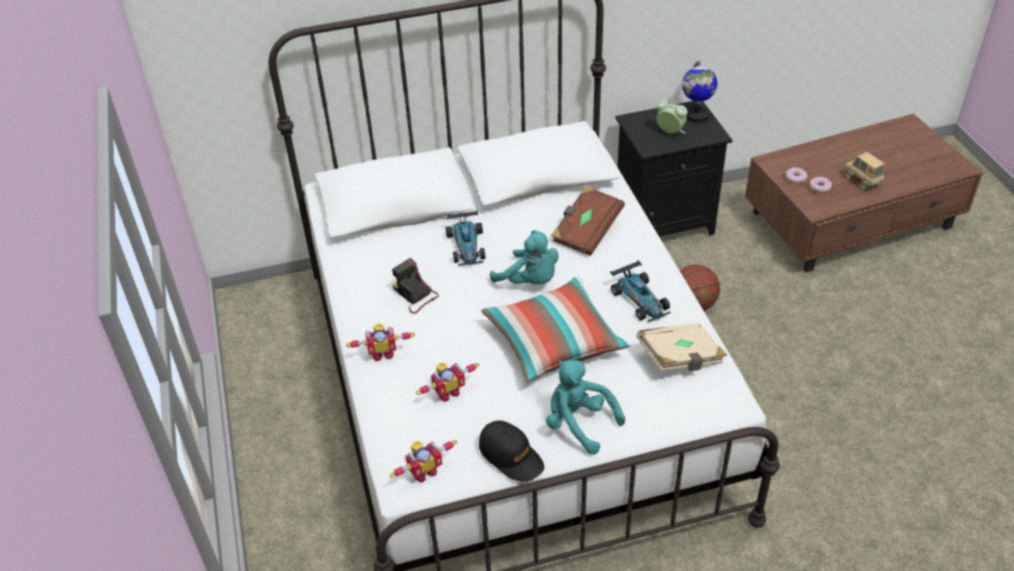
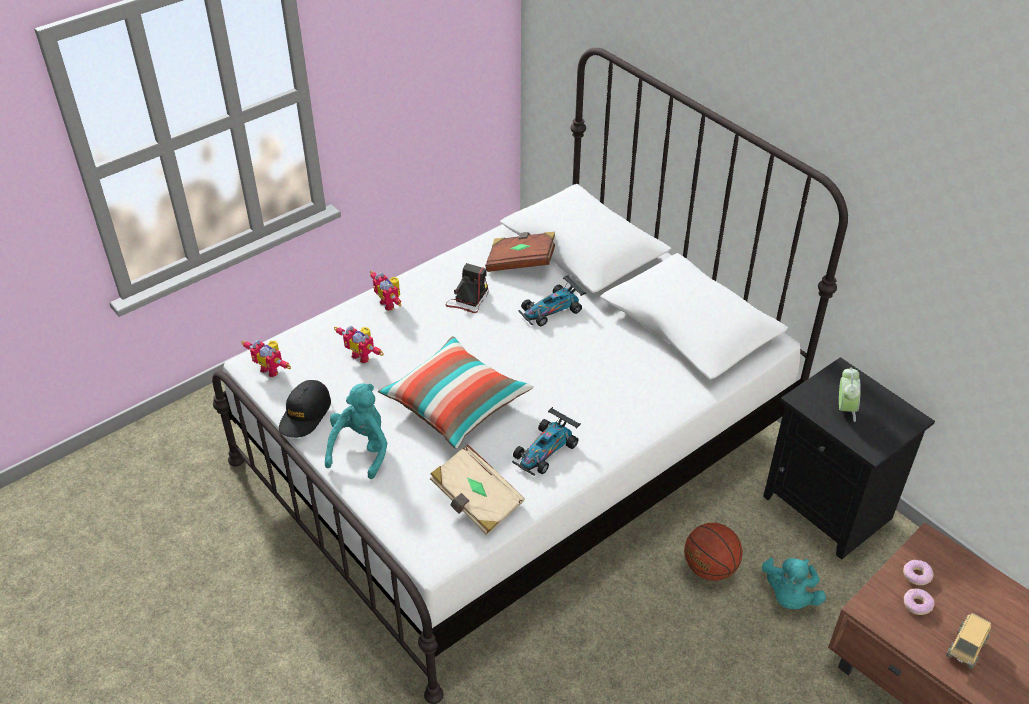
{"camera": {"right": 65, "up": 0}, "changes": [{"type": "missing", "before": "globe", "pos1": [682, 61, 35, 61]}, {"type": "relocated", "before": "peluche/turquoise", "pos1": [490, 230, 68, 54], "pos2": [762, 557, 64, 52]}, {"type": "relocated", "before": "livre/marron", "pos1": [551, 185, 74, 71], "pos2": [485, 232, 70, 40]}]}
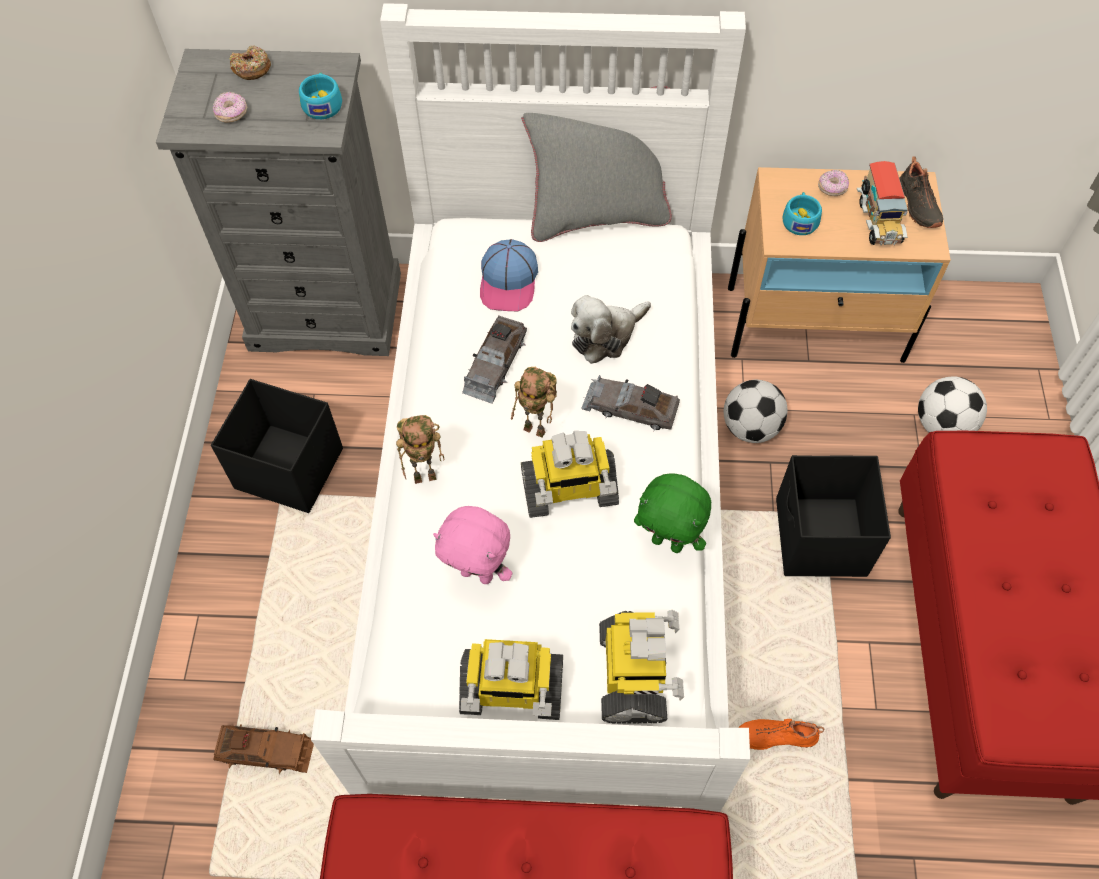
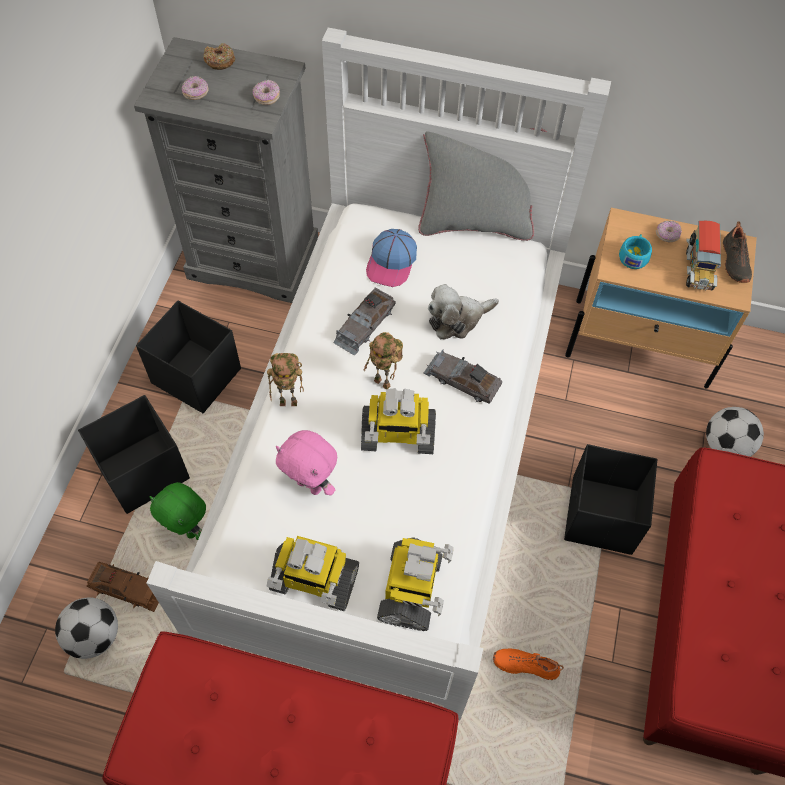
{"camera": {"right": 10, "up": 0}, "changes": [{"type": "appeared", "after": "boîte de rangement/noir", "pos2": [78, 395, 112, 119]}, {"type": "relocated", "before": "peluche/vert", "pos1": [634, 473, 77, 80], "pos2": [149, 482, 57, 58]}, {"type": "relocated", "before": "ballon de foot", "pos1": [724, 380, 63, 63], "pos2": [55, 597, 63, 62]}, {"type": "exchanged", "before": "tasse/turquoise", "after": "beignet", "pos1": [299, 72, 43, 47], "pos2": [253, 80, 27, 25]}]}
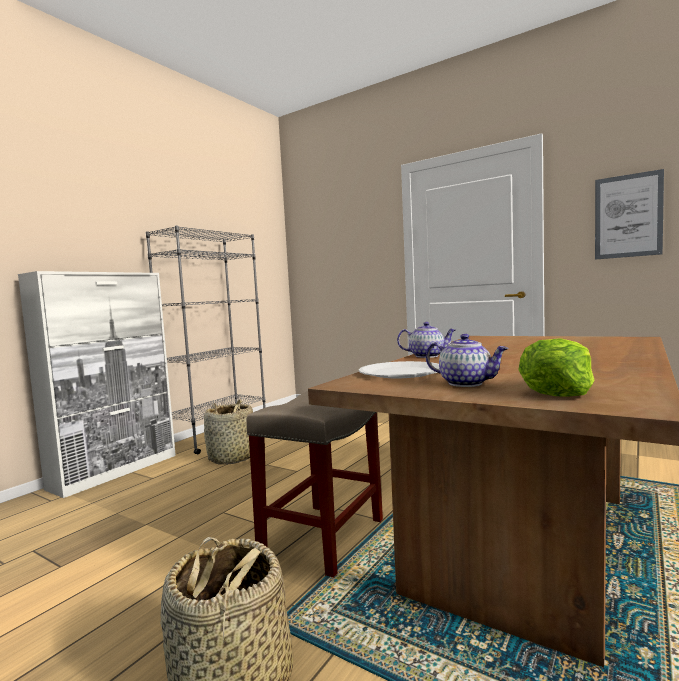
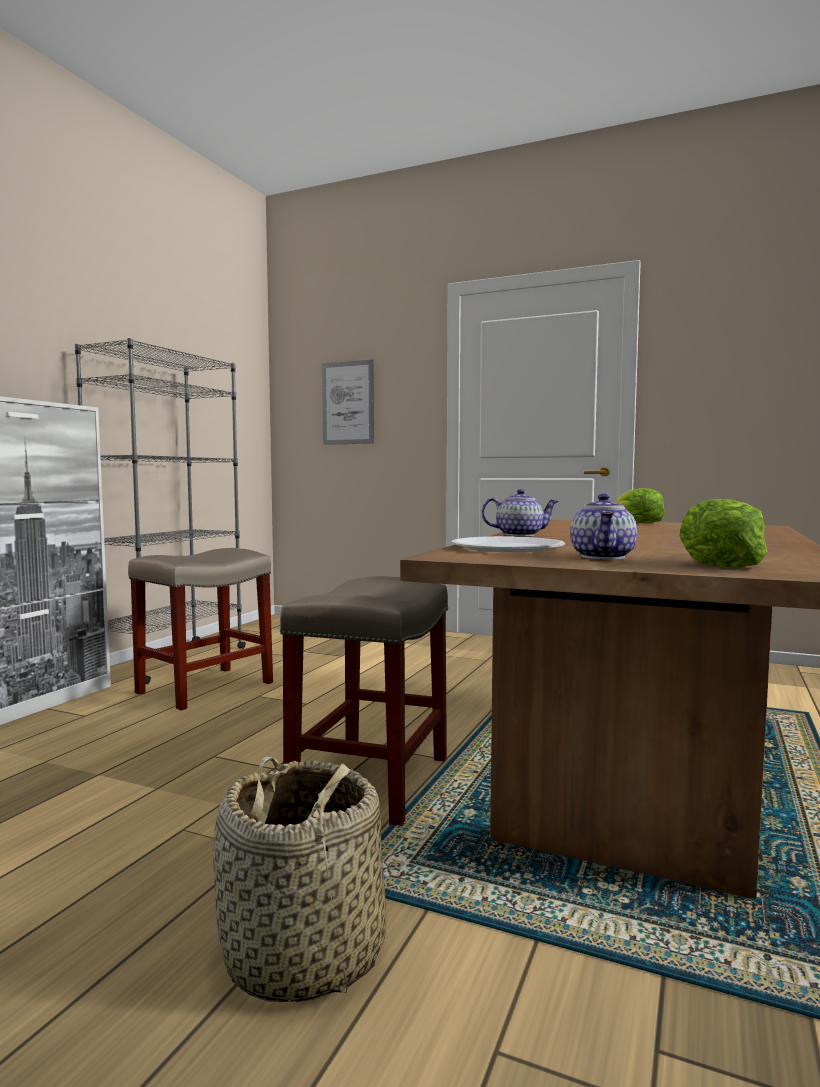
{"camera": {"right": -10, "up": 0}, "changes": [{"type": "appeared", "after": "laitue", "pos2": [616, 488, 49, 35]}, {"type": "relocated", "before": "tableau", "pos1": [595, 169, 69, 91], "pos2": [322, 359, 52, 86]}, {"type": "exchanged", "before": "panier", "after": "tabouret/beige", "pos1": [204, 399, 49, 66], "pos2": [128, 548, 145, 162]}, {"type": "spun", "before": "théière", "pos1": [426, 334, 83, 53], "pos2": [570, 494, 67, 66], "turn": 75}]}
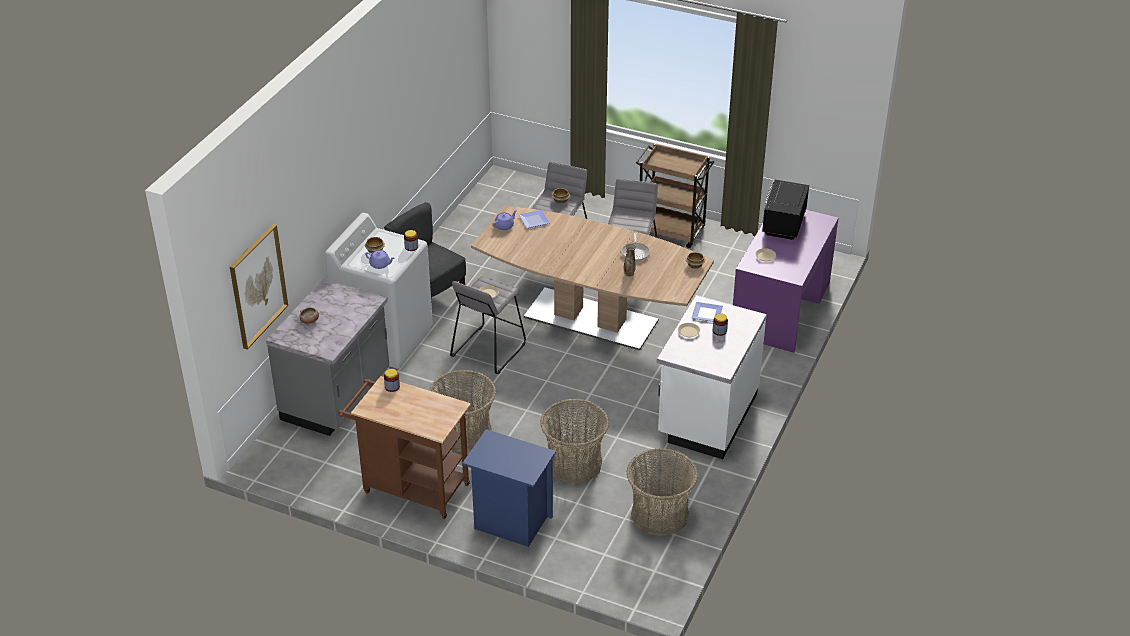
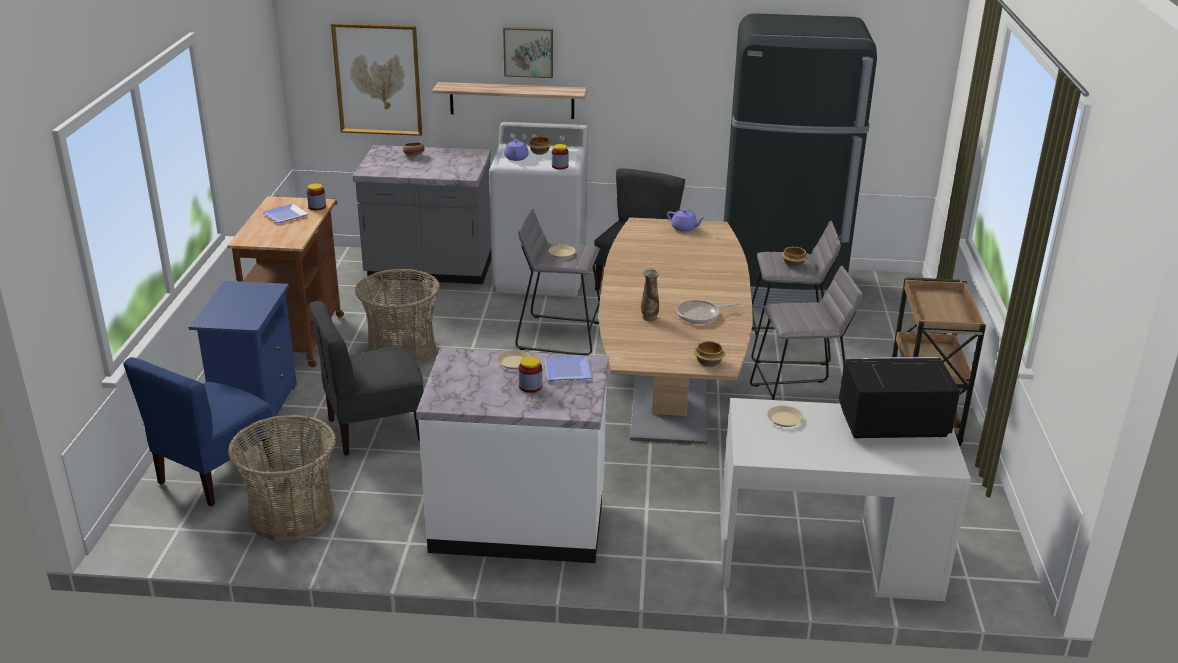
{"camera": {"right": 70, "up": -10}, "changes": [{"type": "appeared", "after": "chaise/bleu", "pos2": [123, 357, 153, 150]}, {"type": "appeared", "after": "étagère", "pos2": [432, 82, 155, 37]}, {"type": "appeared", "after": "tableau", "pos2": [503, 27, 50, 51]}, {"type": "appeared", "after": "réfrigérateur/noir", "pos2": [724, 13, 153, 295]}, {"type": "relocated", "before": "assiette", "pos1": [519, 210, 31, 18], "pos2": [262, 204, 47, 19]}, {"type": "exchanged", "before": "panier", "after": "chaise/gris", "pos1": [540, 399, 69, 84], "pos2": [309, 301, 115, 155]}, {"type": "colour", "before": "bureau/violet", "after": "bureau/blanc", "pos1": [733, 210, 106, 143], "pos2": [720, 398, 251, 203]}]}
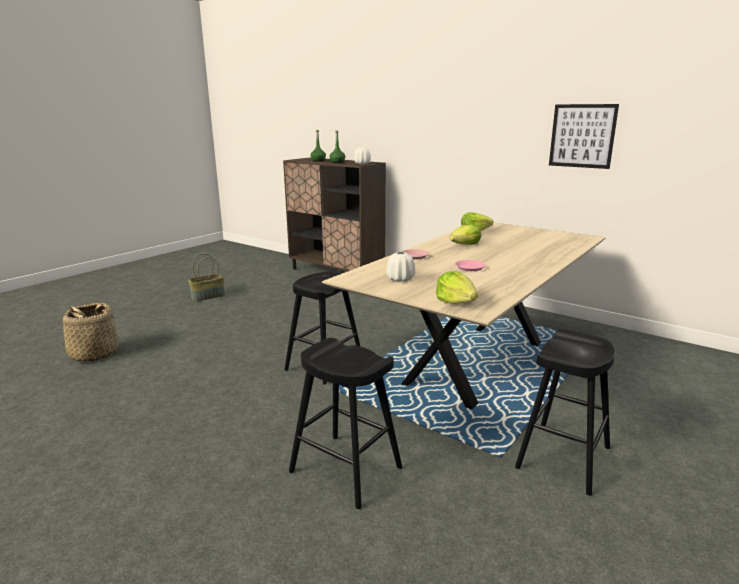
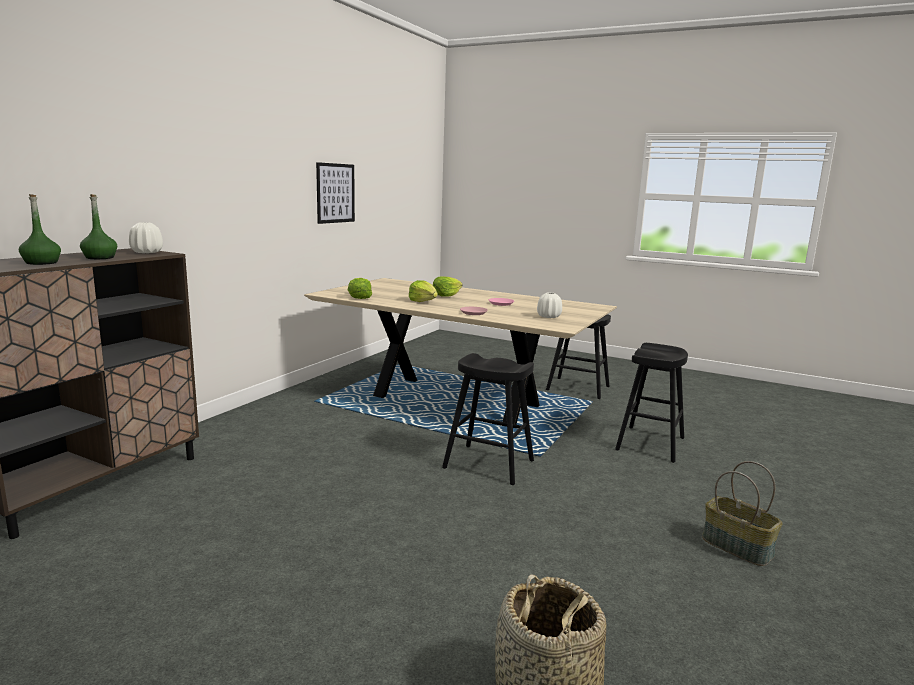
{"camera": {"right": -100, "up": -5}, "changes": [{"type": "relocated", "before": "panier", "pos1": [188, 254, 37, 47], "pos2": [702, 461, 80, 105]}, {"type": "relocated", "before": "laitue", "pos1": [436, 271, 42, 33], "pos2": [433, 276, 30, 21]}]}
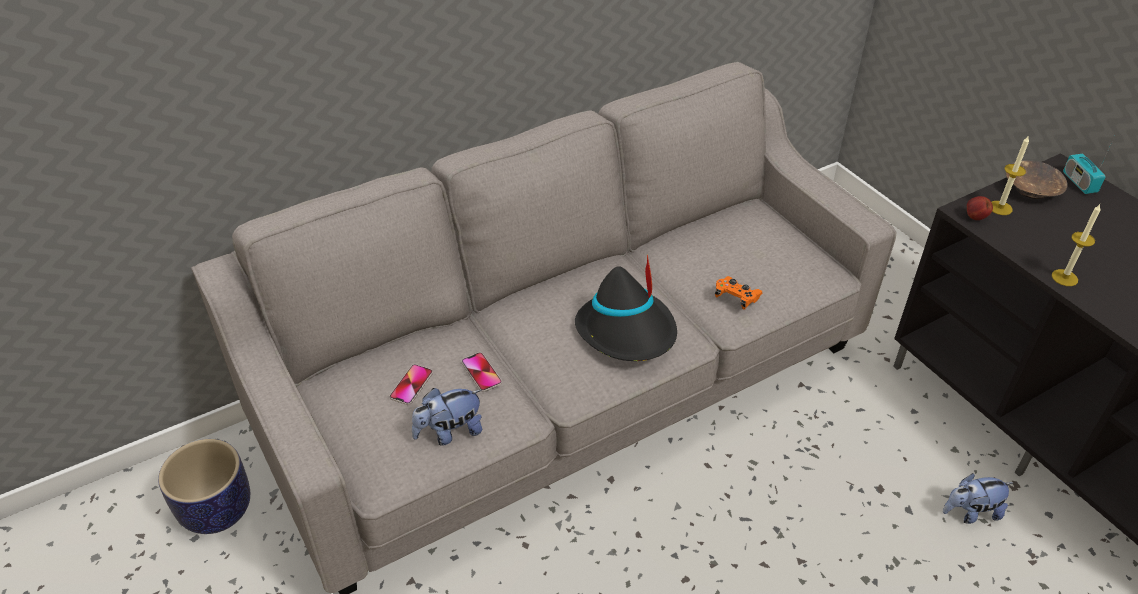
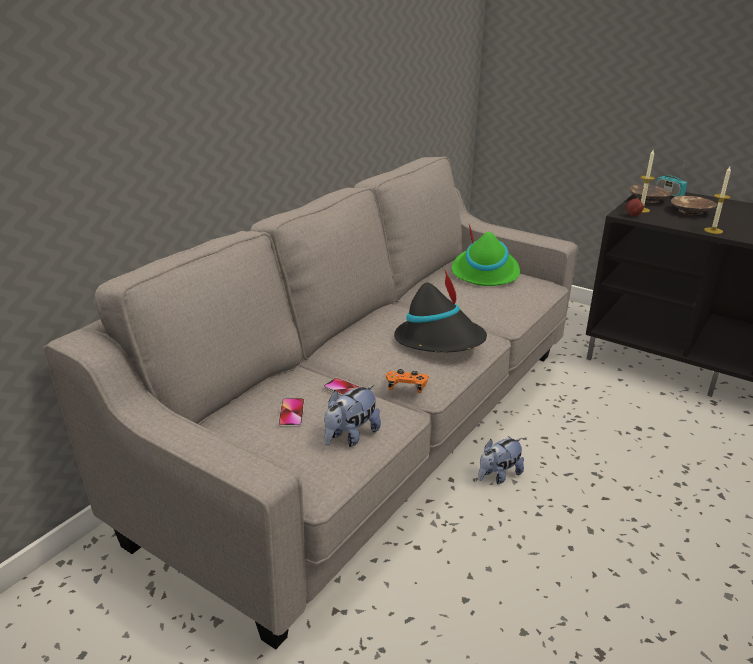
{"camera": {"right": -25, "up": -15}, "changes": [{"type": "missing", "before": "cache-pot", "pos1": [158, 439, 92, 95]}, {"type": "appeared", "after": "chapeau/vert", "pos2": [452, 225, 68, 61]}, {"type": "appeared", "after": "bol/marron", "pos2": [671, 196, 46, 20]}, {"type": "relocated", "before": "manette/orange", "pos1": [715, 276, 48, 34], "pos2": [386, 369, 43, 24]}, {"type": "relocated", "before": "peluche", "pos1": [943, 473, 71, 51], "pos2": [478, 438, 46, 46]}]}
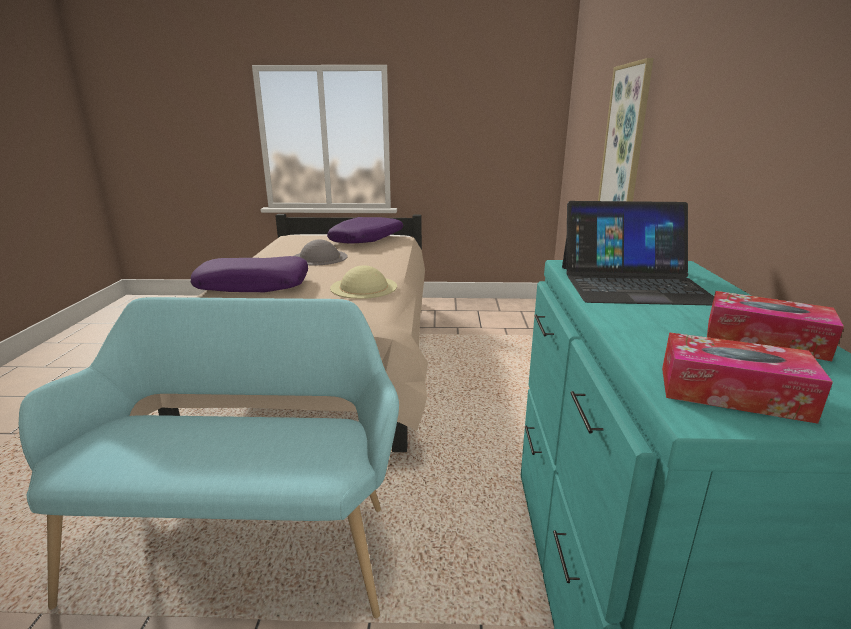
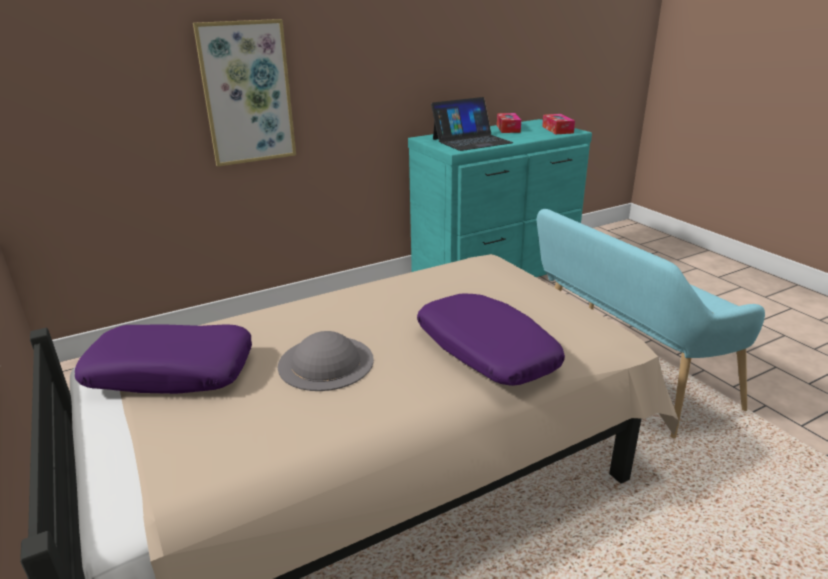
{"camera": {"right": -120, "up": 5}, "changes": [{"type": "missing", "before": "chapeau/beige", "pos1": [330, 265, 67, 34]}, {"type": "spun", "before": "ordinateur portable", "pos1": [562, 201, 152, 104], "pos2": [431, 97, 82, 54], "turn": 90}]}
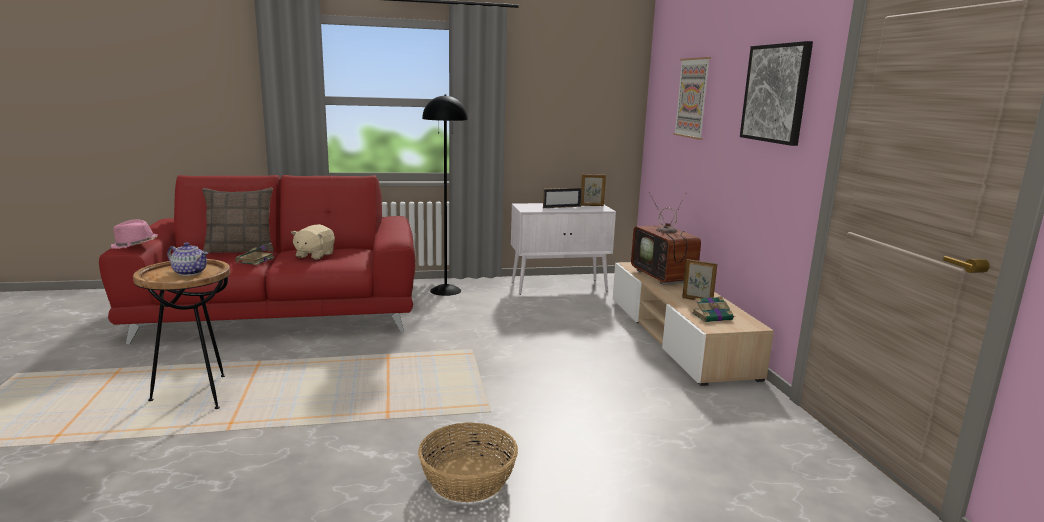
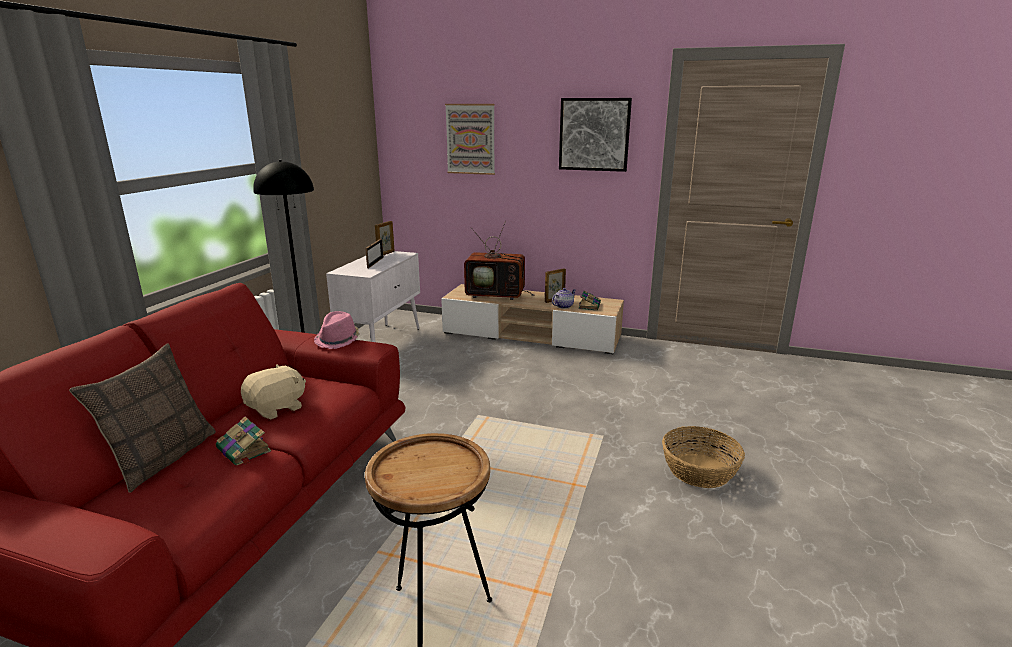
{"camera": {"right": -60, "up": 5}, "changes": [{"type": "relocated", "before": "chapeau/rose", "pos1": [111, 219, 47, 30], "pos2": [314, 311, 46, 38]}, {"type": "relocated", "before": "théière", "pos1": [167, 242, 41, 34], "pos2": [552, 288, 24, 21]}, {"type": "spun", "before": "peluche/beige", "pos1": [291, 224, 44, 36], "pos2": [241, 364, 65, 55], "turn": -90}]}
